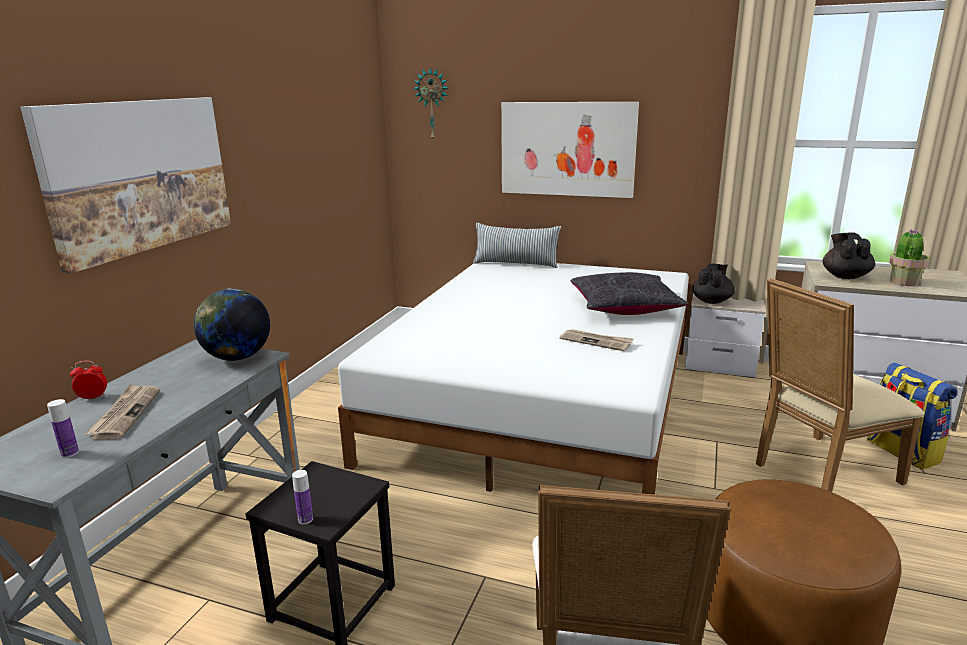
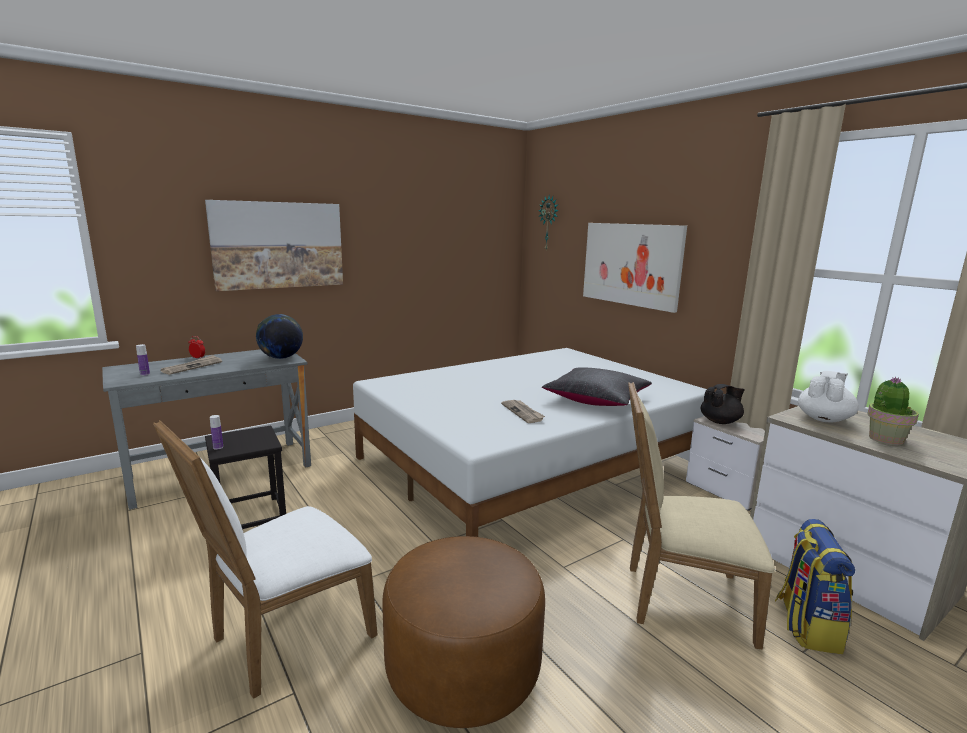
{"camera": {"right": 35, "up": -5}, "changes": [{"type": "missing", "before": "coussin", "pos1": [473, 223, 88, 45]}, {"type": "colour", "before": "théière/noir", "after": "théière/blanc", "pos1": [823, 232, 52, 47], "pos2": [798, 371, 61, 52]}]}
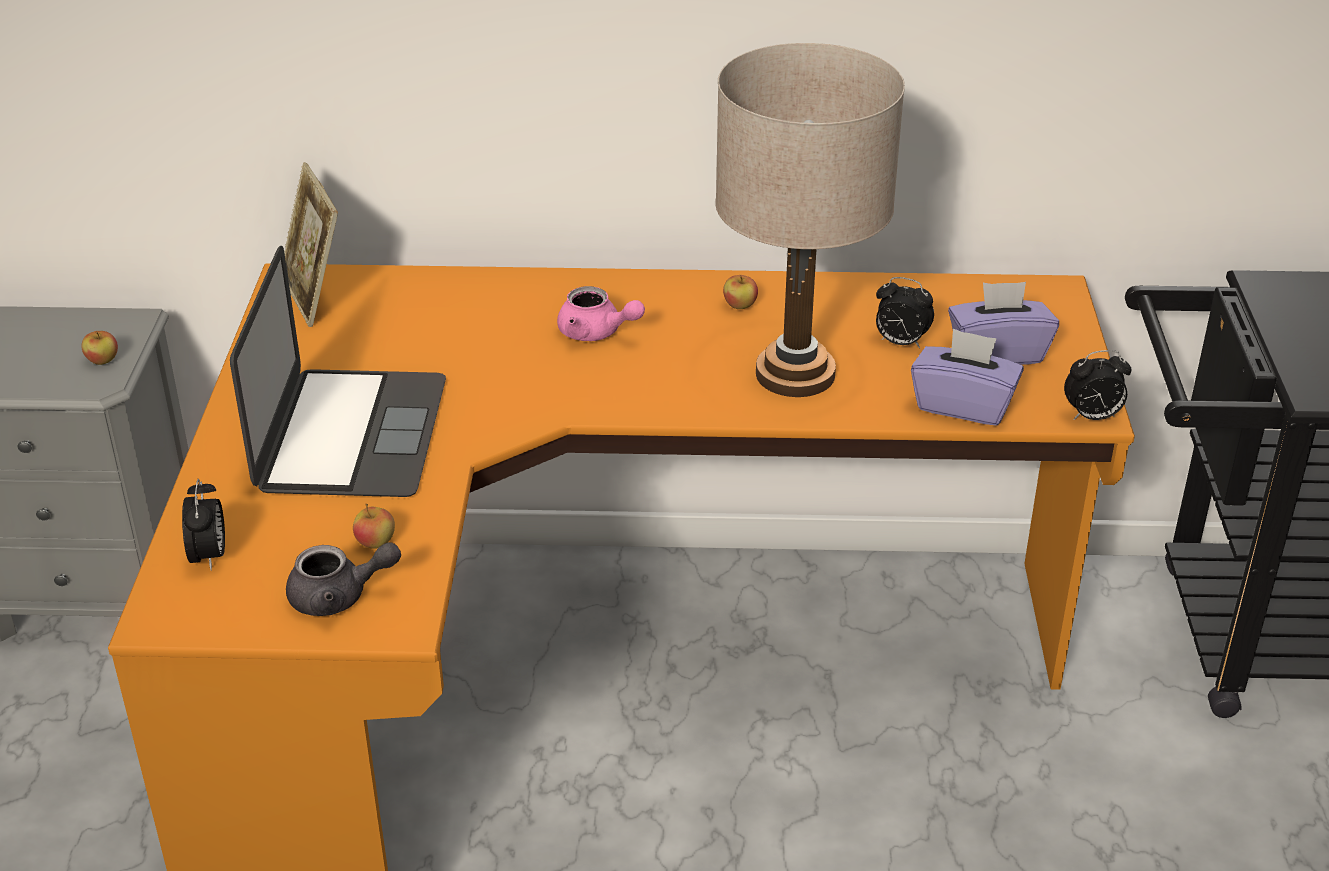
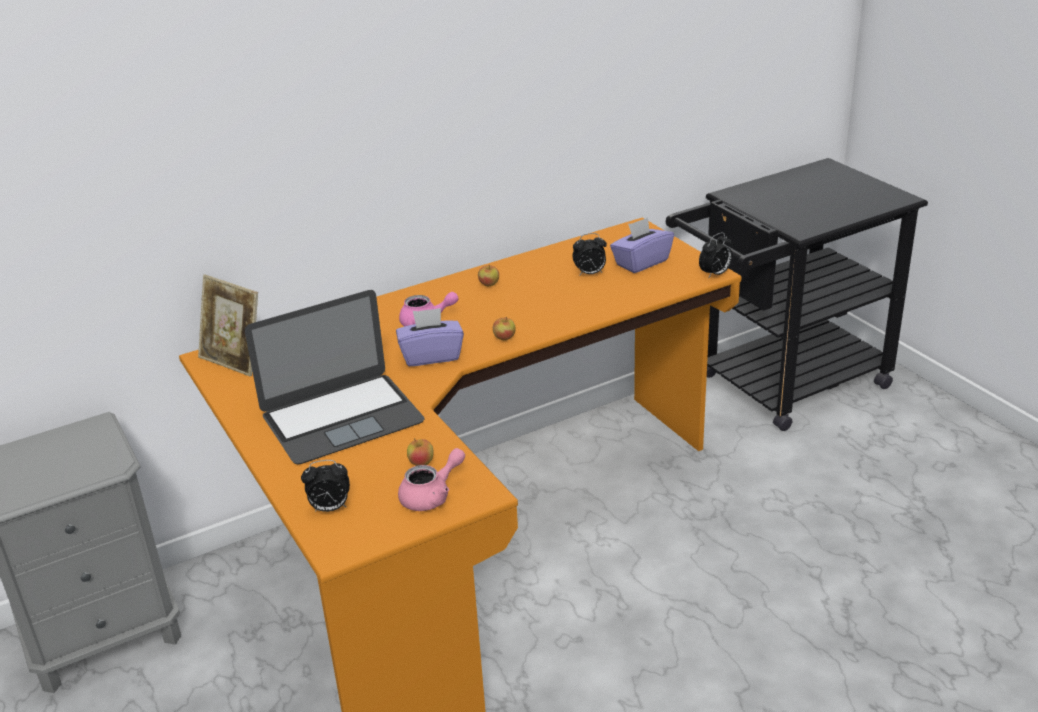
{"camera": {"right": -30, "up": -5}, "changes": [{"type": "missing", "before": "lampe de table/beige", "pos1": [715, 43, 190, 354]}, {"type": "relocated", "before": "pomme", "pos1": [81, 331, 37, 34], "pos2": [493, 316, 22, 24]}, {"type": "relocated", "before": "boîte à mouchoirs/violet", "pos1": [911, 328, 113, 98], "pos2": [396, 308, 68, 58]}, {"type": "colour", "before": "théière/gris", "after": "théière/rose", "pos1": [286, 542, 115, 74], "pos2": [398, 448, 67, 63]}, {"type": "spun", "before": "réveil", "pos1": [182, 479, 43, 92], "pos2": [301, 460, 49, 52], "turn": 120}, {"type": "spun", "before": "ordinateur portable", "pos1": [230, 246, 216, 251], "pos2": [245, 290, 180, 174], "turn": 90}]}
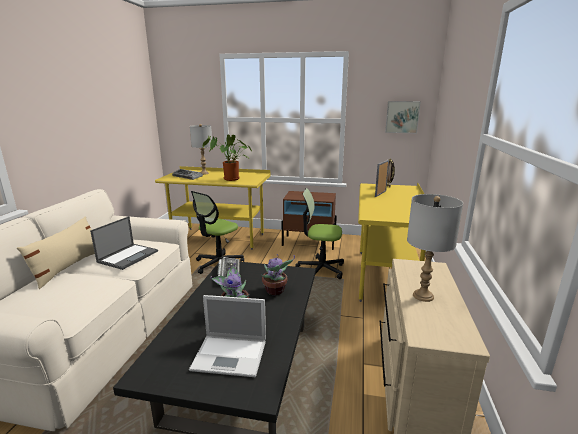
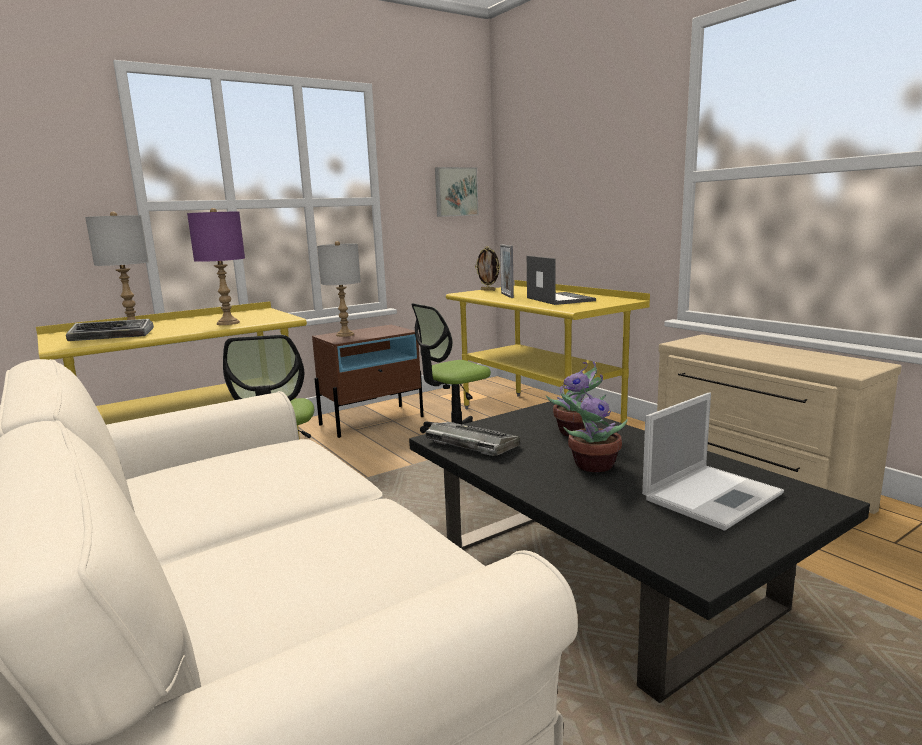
{"camera": {"right": -45, "up": -5}, "changes": [{"type": "missing", "before": "coussin/beige", "pos1": [17, 217, 78, 72]}, {"type": "relocated", "before": "ordinateur portable", "pos1": [90, 216, 68, 54], "pos2": [527, 256, 69, 49]}, {"type": "relocated", "before": "lampe de table/gris", "pos1": [407, 194, 56, 108], "pos2": [317, 241, 44, 96]}, {"type": "exchanged", "before": "plante en pot", "after": "lampe de table/violet", "pos1": [203, 134, 49, 47], "pos2": [187, 208, 58, 117]}]}
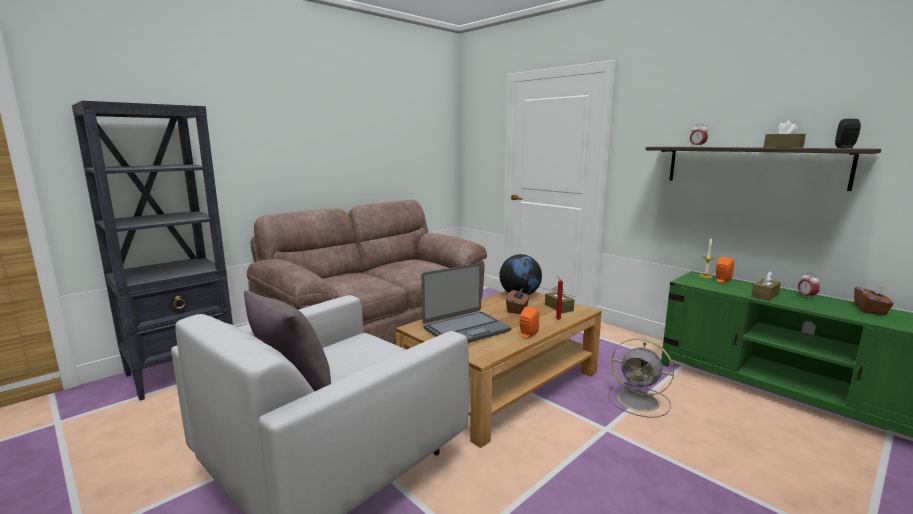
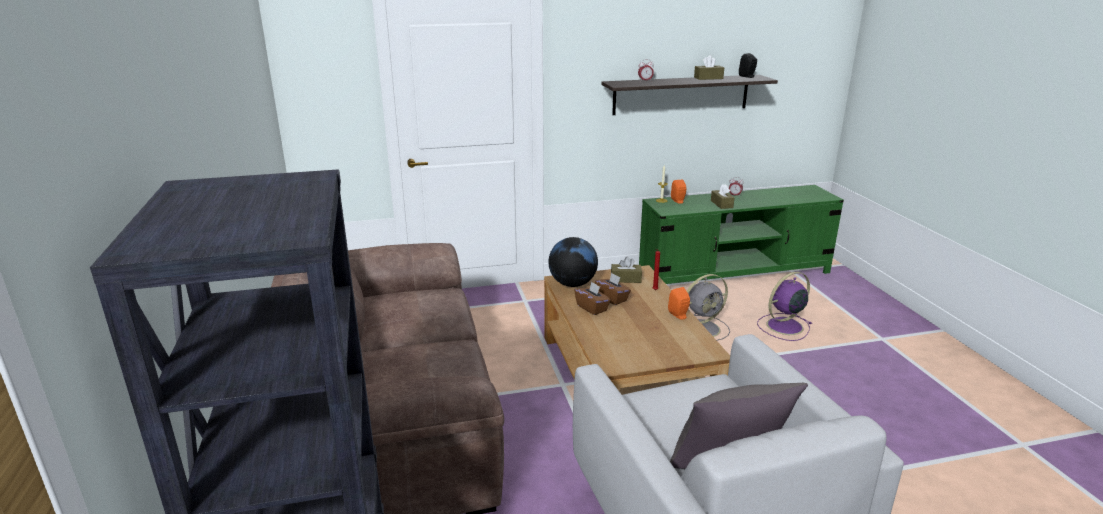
{"camera": {"right": -60, "up": 10}, "changes": [{"type": "missing", "before": "ordinateur portable", "pos1": [422, 263, 89, 80]}, {"type": "appeared", "after": "ventilateur/violet", "pos2": [757, 272, 55, 69]}, {"type": "relocated", "before": "boîte à mouchoirs/marron", "pos1": [854, 283, 40, 32], "pos2": [574, 282, 37, 33]}]}
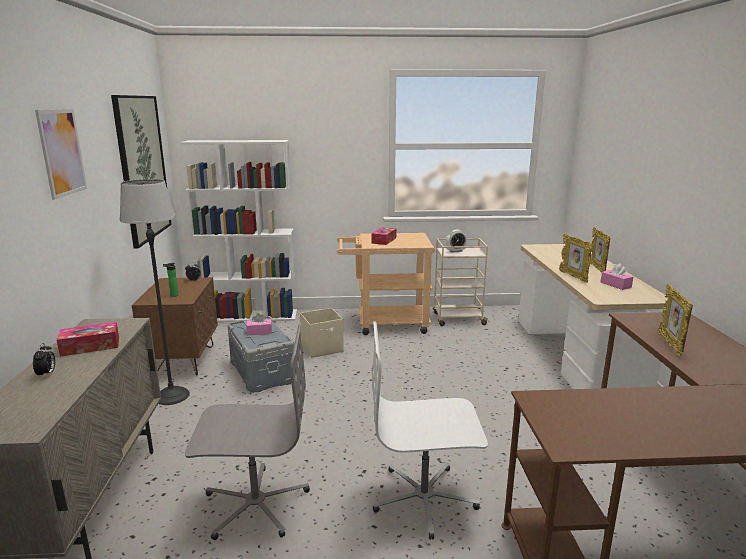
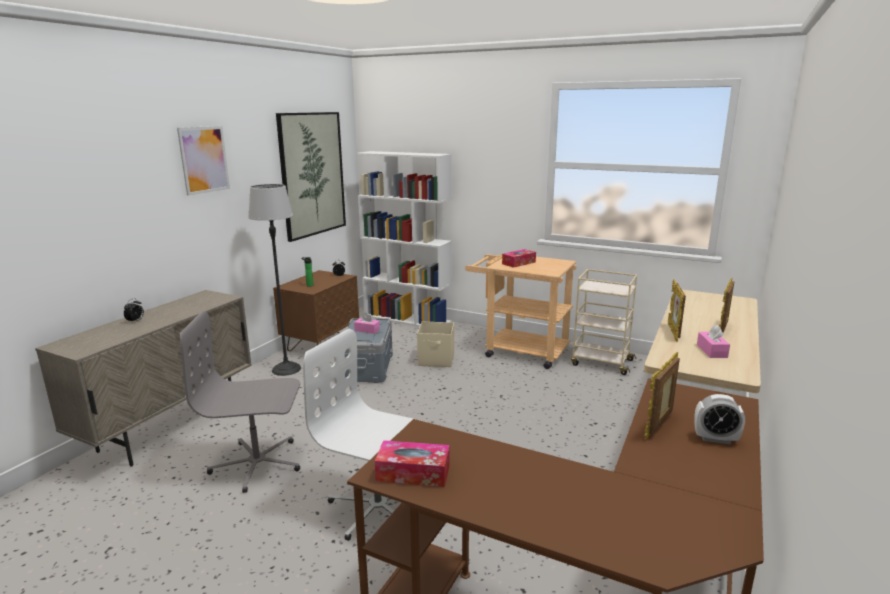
{"camera": {"right": 30, "up": 0}, "changes": [{"type": "relocated", "before": "boîte à mouchoirs", "pos1": [57, 322, 62, 35], "pos2": [375, 440, 75, 47]}, {"type": "relocated", "before": "réveil", "pos1": [446, 230, 21, 23], "pos2": [694, 394, 51, 50]}, {"type": "spun", "before": "chaise de bureau/gris", "pos1": [185, 323, 125, 217], "pos2": [180, 311, 120, 182], "turn": 150}]}
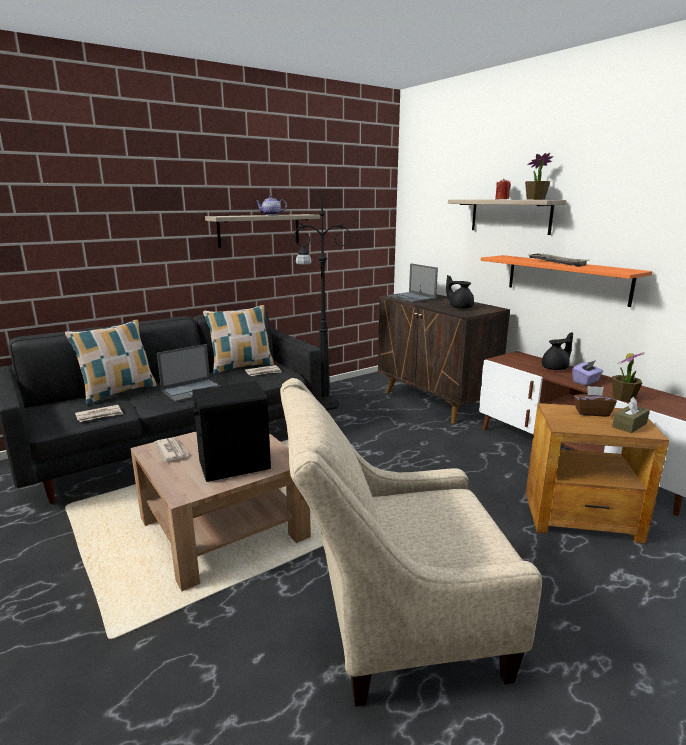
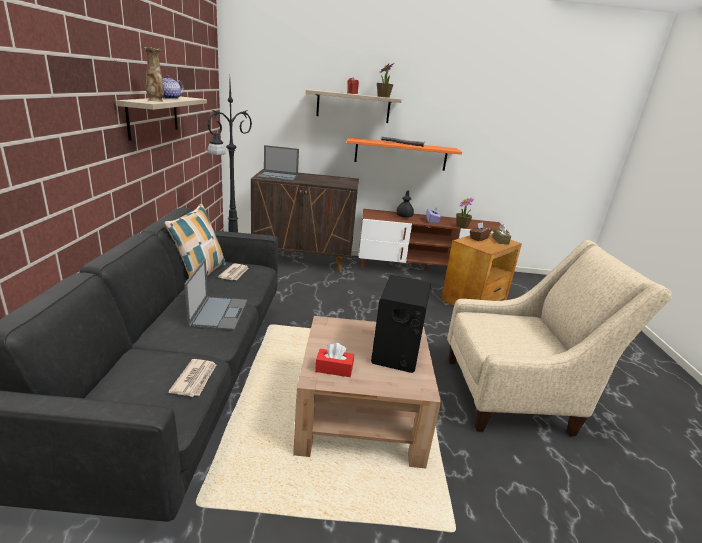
{"camera": {"right": -55, "up": 5}, "changes": [{"type": "missing", "before": "coussin", "pos1": [65, 320, 92, 85]}, {"type": "missing", "before": "théière/noir", "pos1": [446, 275, 28, 34]}, {"type": "appeared", "after": "vase", "pos2": [144, 47, 20, 55]}, {"type": "exchanged", "before": "journal", "after": "boîte à mouchoirs/rouge", "pos1": [154, 437, 36, 25], "pos2": [315, 343, 39, 34]}, {"type": "spun", "before": "fauteuil/beige", "pos1": [280, 378, 262, 329], "pos2": [447, 240, 225, 196], "turn": -120}]}
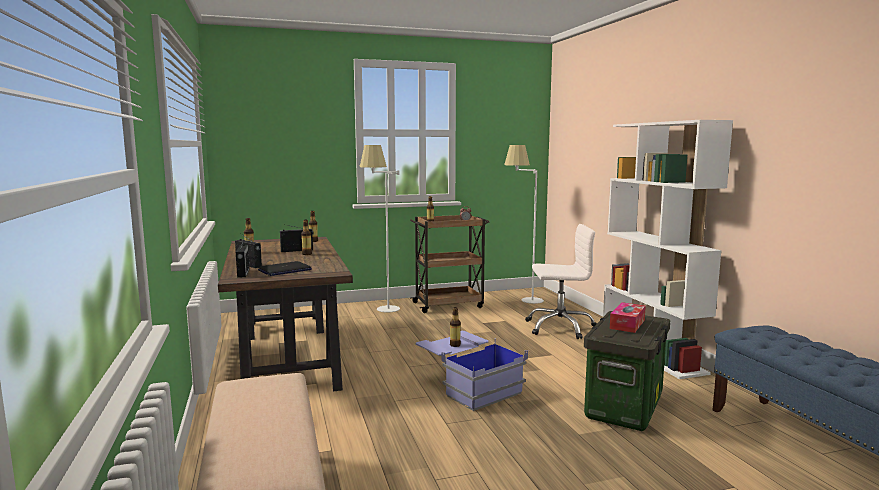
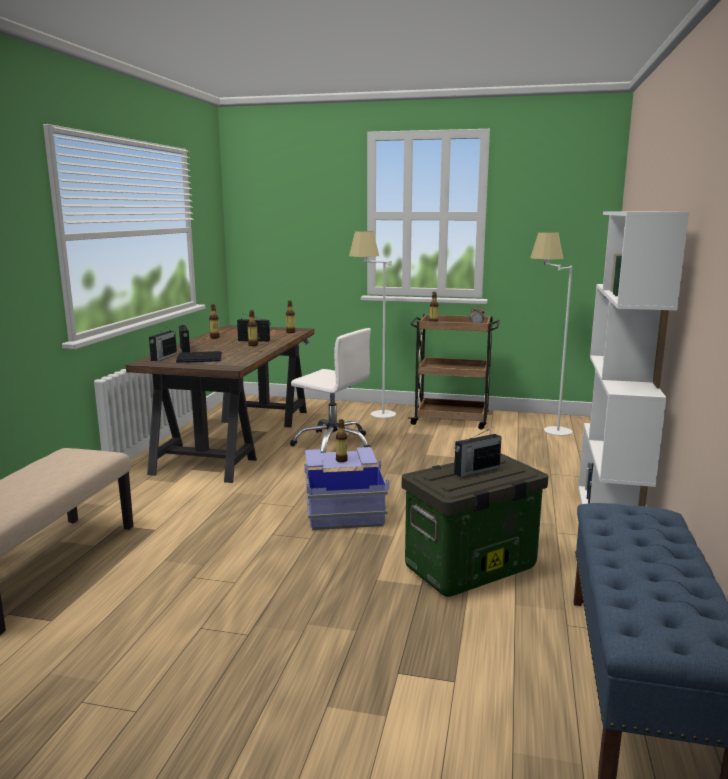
{"camera": {"right": 30, "up": 5}, "changes": [{"type": "relocated", "before": "chaise de bureau/blanc", "pos1": [525, 224, 72, 115], "pos2": [290, 328, 81, 125]}, {"type": "exchanged", "before": "boîte à mouchoirs", "after": "radio", "pos1": [610, 302, 36, 31], "pos2": [454, 429, 48, 48]}]}
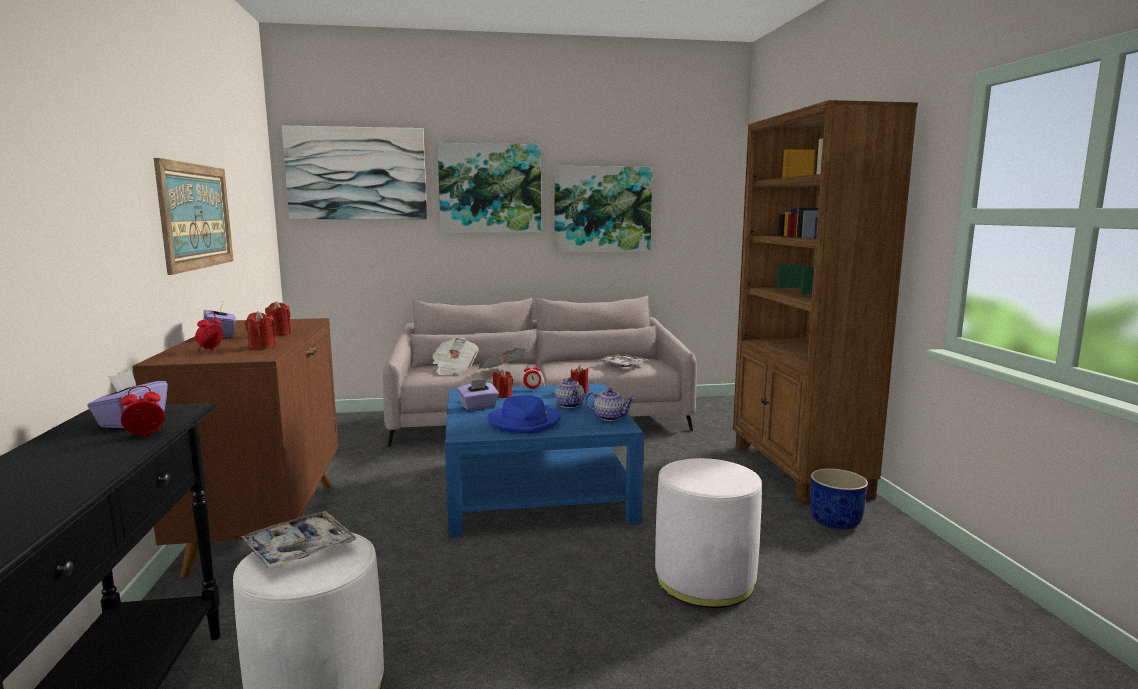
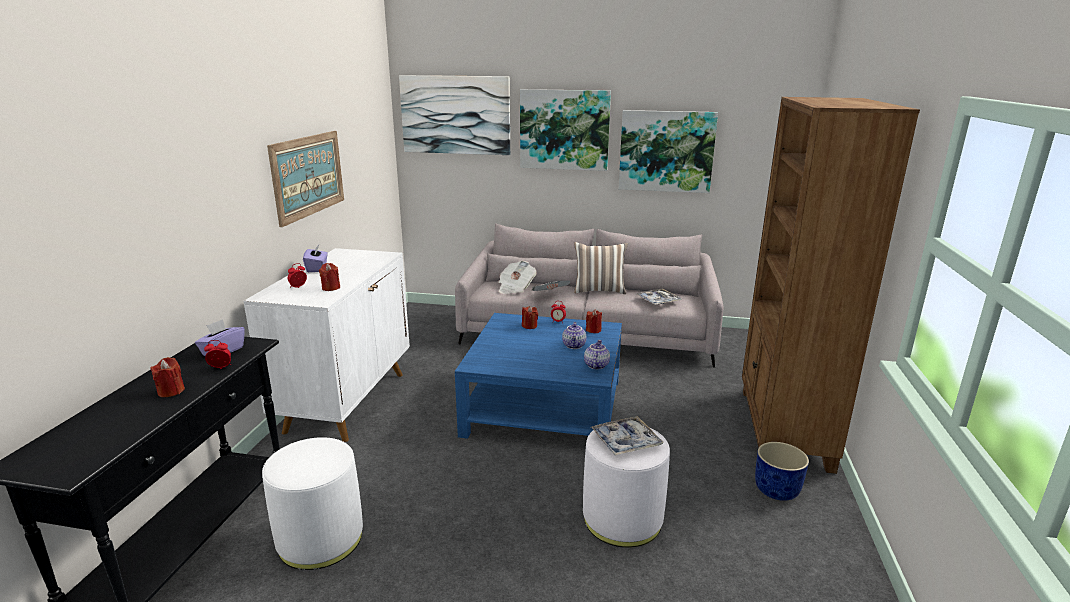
{"camera": {"right": 20, "up": 10}, "changes": [{"type": "missing", "before": "boîte à mouchoirs/violet", "pos1": [457, 379, 42, 31]}, {"type": "missing", "before": "chapeau/bleu", "pos1": [487, 395, 74, 39]}, {"type": "appeared", "after": "coussin", "pos2": [574, 242, 54, 52]}, {"type": "relocated", "before": "plateau", "pos1": [241, 511, 116, 58], "pos2": [591, 416, 73, 39]}, {"type": "relocated", "before": "bougie/rouge", "pos1": [265, 301, 27, 35], "pos2": [151, 357, 34, 40]}, {"type": "colour", "before": "meuble de rangement/marron", "after": "meuble de rangement/blanc", "pos1": [132, 318, 206, 260], "pos2": [243, 248, 167, 194]}, {"type": "spun", "before": "théière", "pos1": [585, 388, 50, 33], "pos2": [584, 340, 26, 29], "turn": -120}]}
